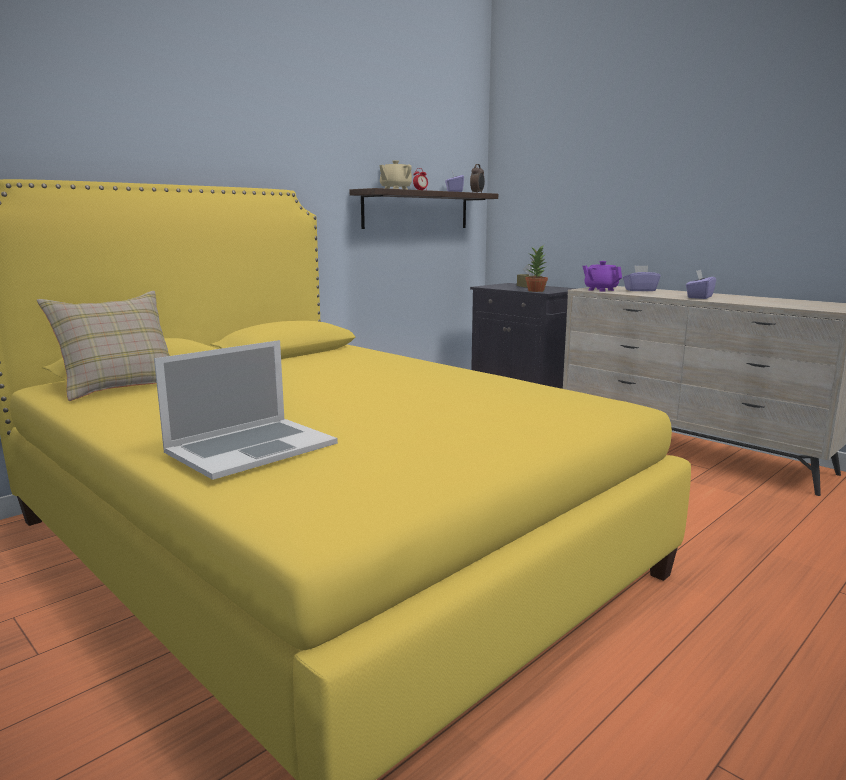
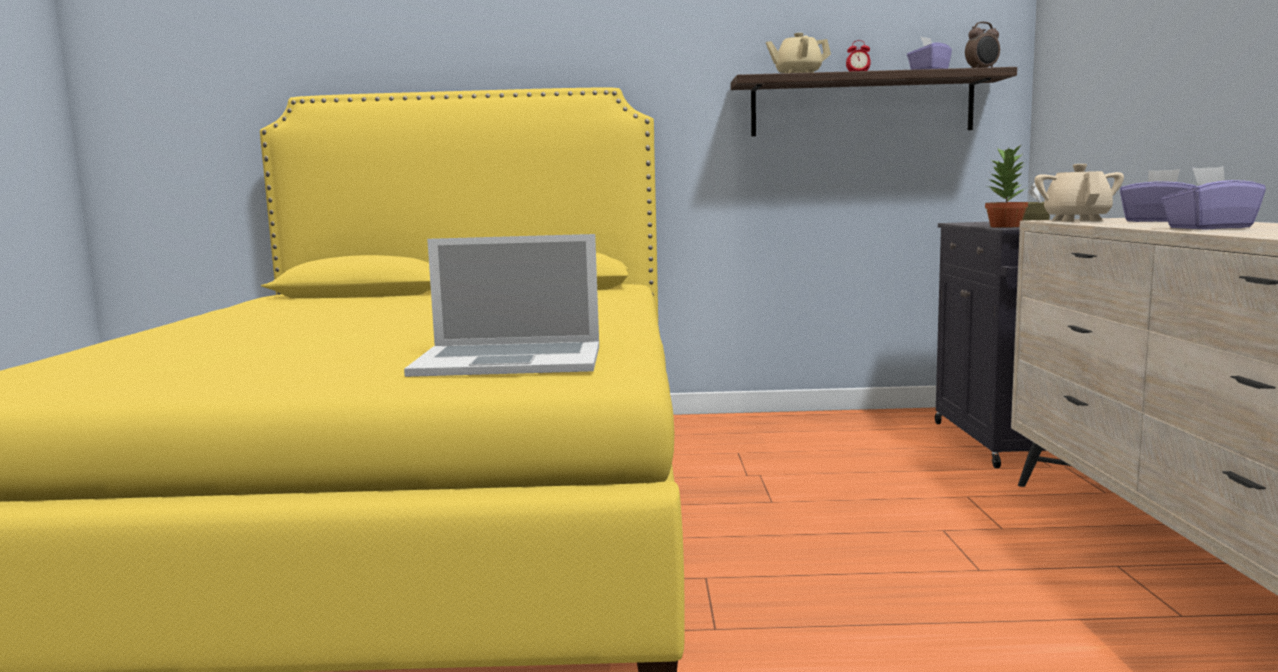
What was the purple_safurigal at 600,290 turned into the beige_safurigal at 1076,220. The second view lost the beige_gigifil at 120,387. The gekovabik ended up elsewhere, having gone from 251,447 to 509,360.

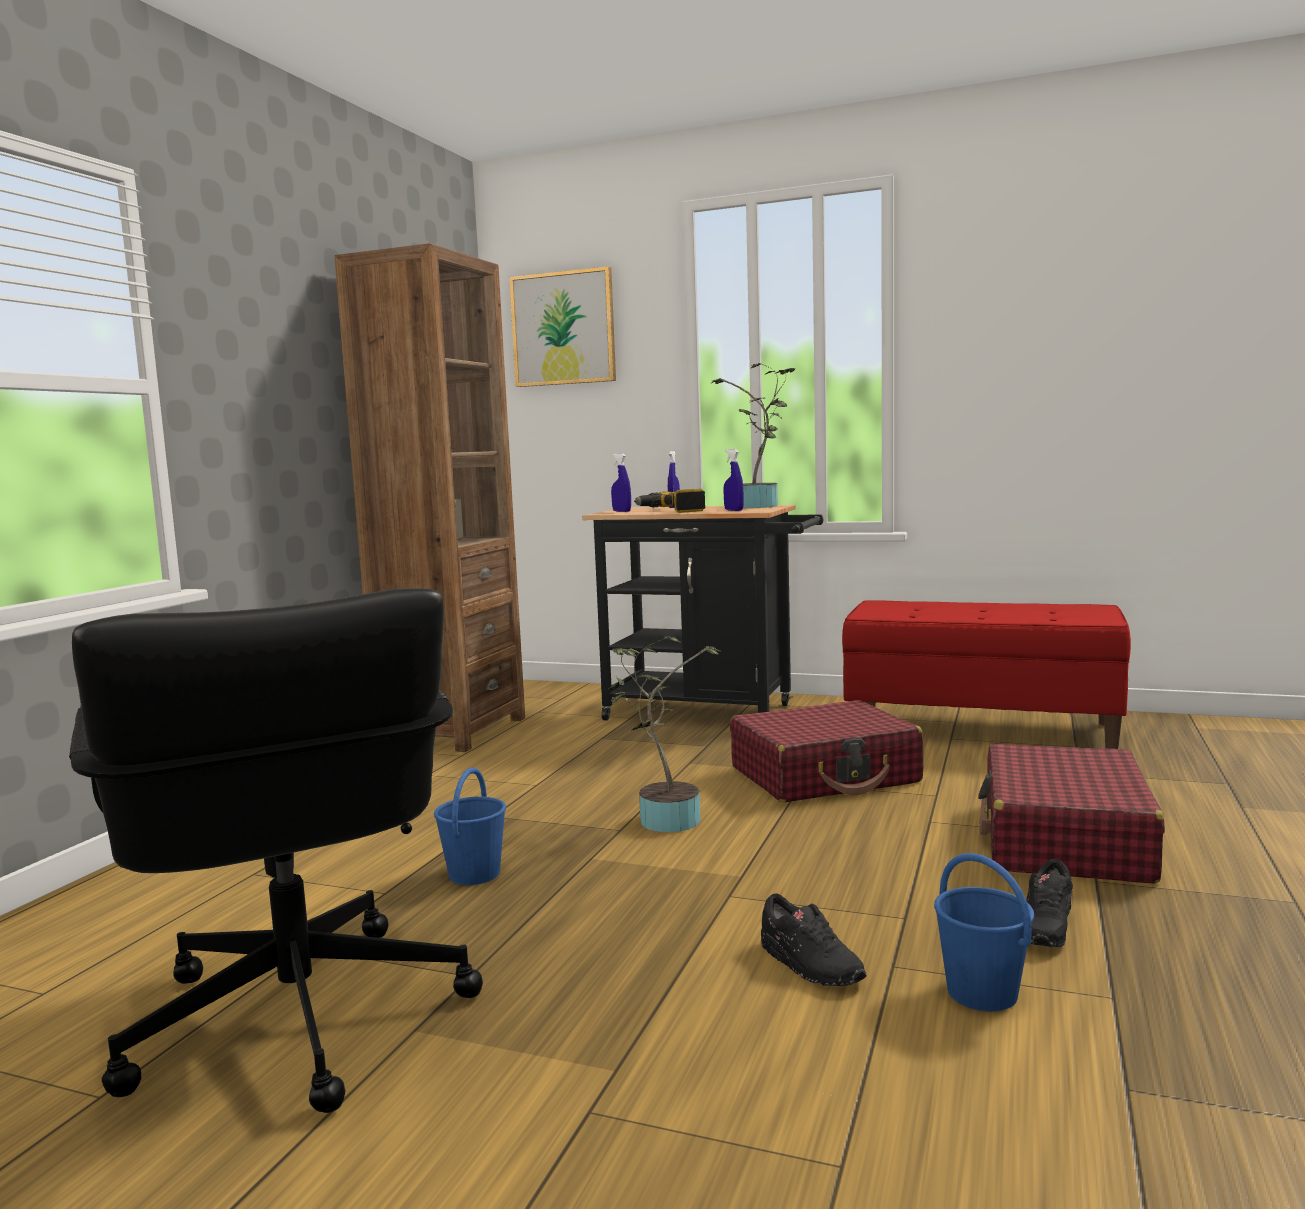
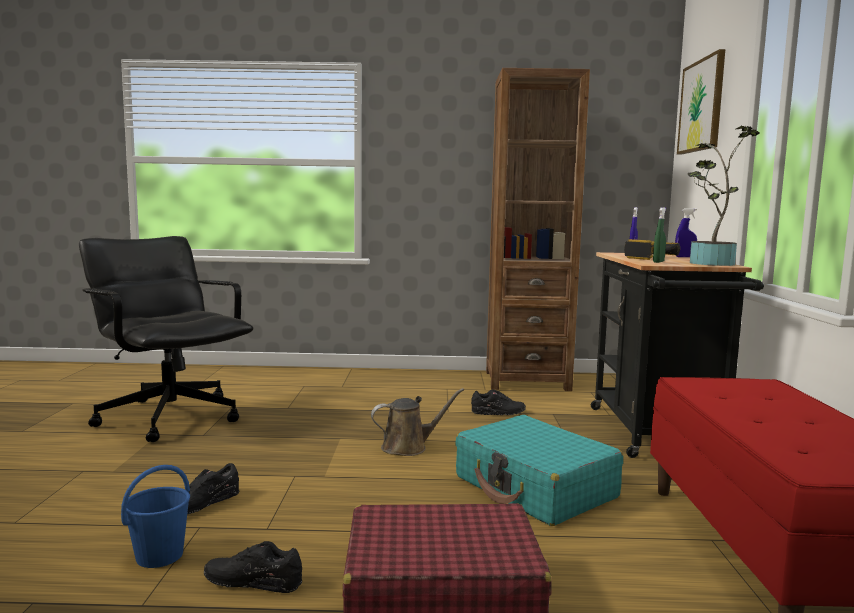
What was the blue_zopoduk at 733,510 turned into the green_zopoduk at 658,262. The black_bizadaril at 297,1021 ended up facing another way, 90 degrees clockwise from before. Where the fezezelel stood at 663,819, the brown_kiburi came to stand at 408,447. What was the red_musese at 825,775 turned into the turquoise_musese at 535,487. The second view lost the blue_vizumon at 475,874. The second view gained the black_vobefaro at 498,413.

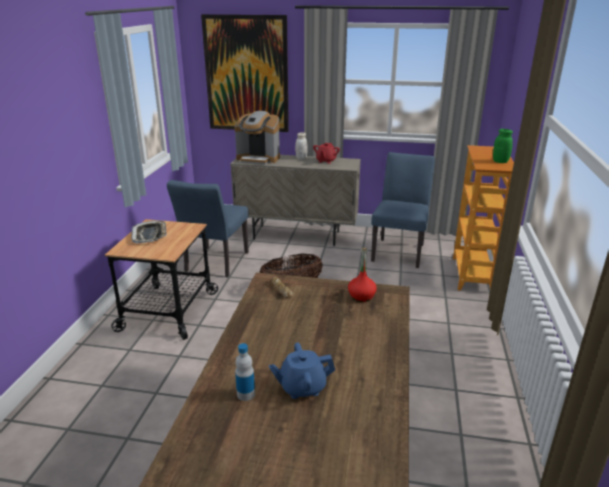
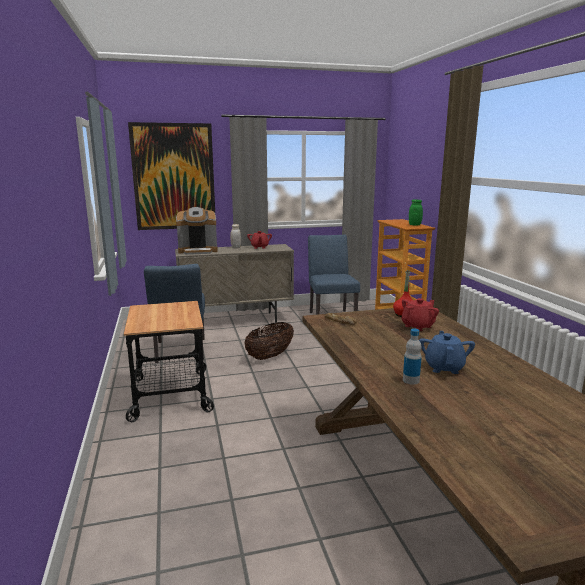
The second view lost the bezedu at 150,235. The blue_safurigal at 302,387 ended up facing another way, 135 degrees clockwise from before. The second view gained the red_safurigal at 418,326.

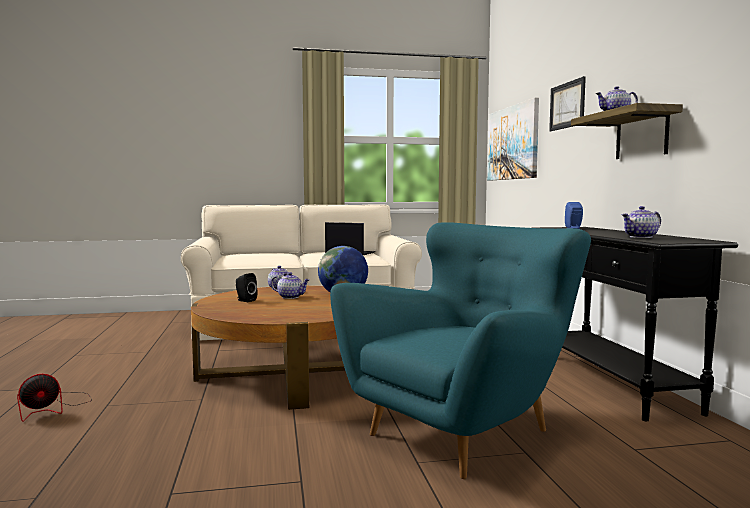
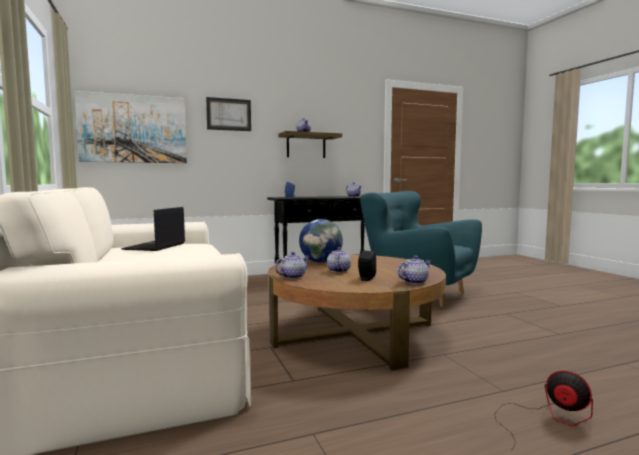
The second view gained the safurigal at 414,282.

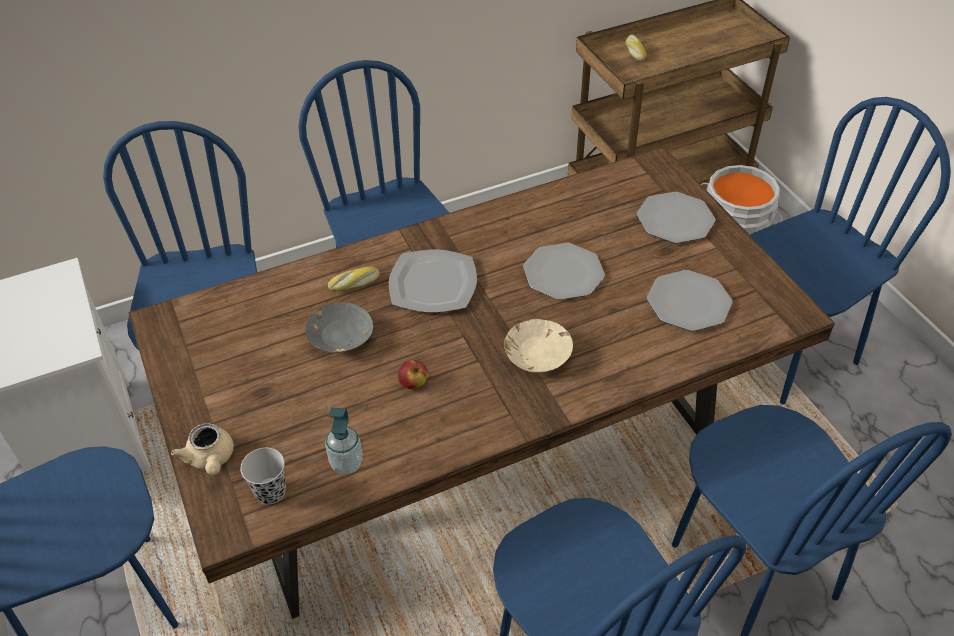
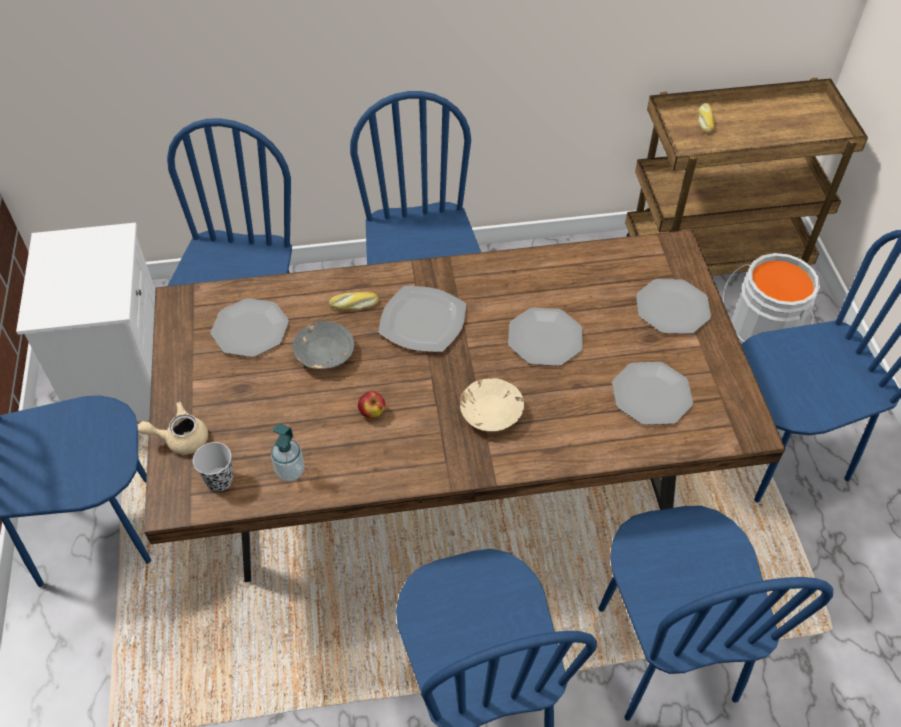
The beige_safurigal at 211,459 ended up facing another way, 90 degrees clockwise from before. The second view gained the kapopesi at 250,329.

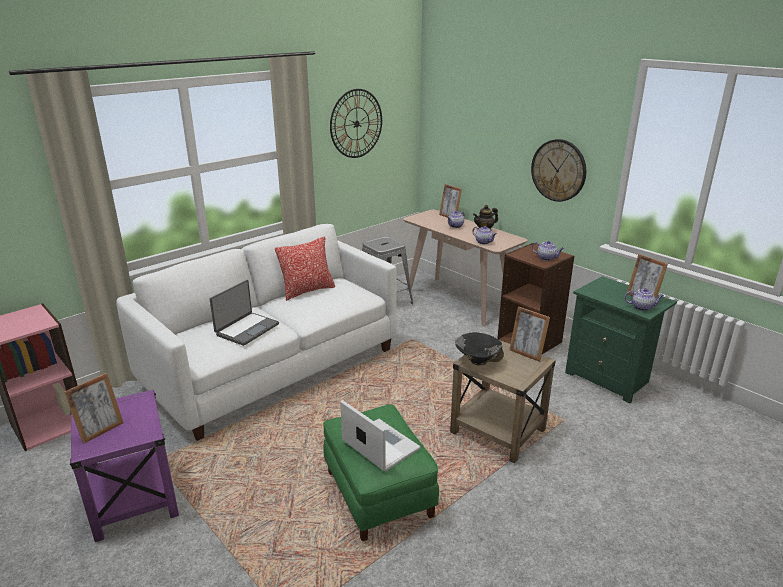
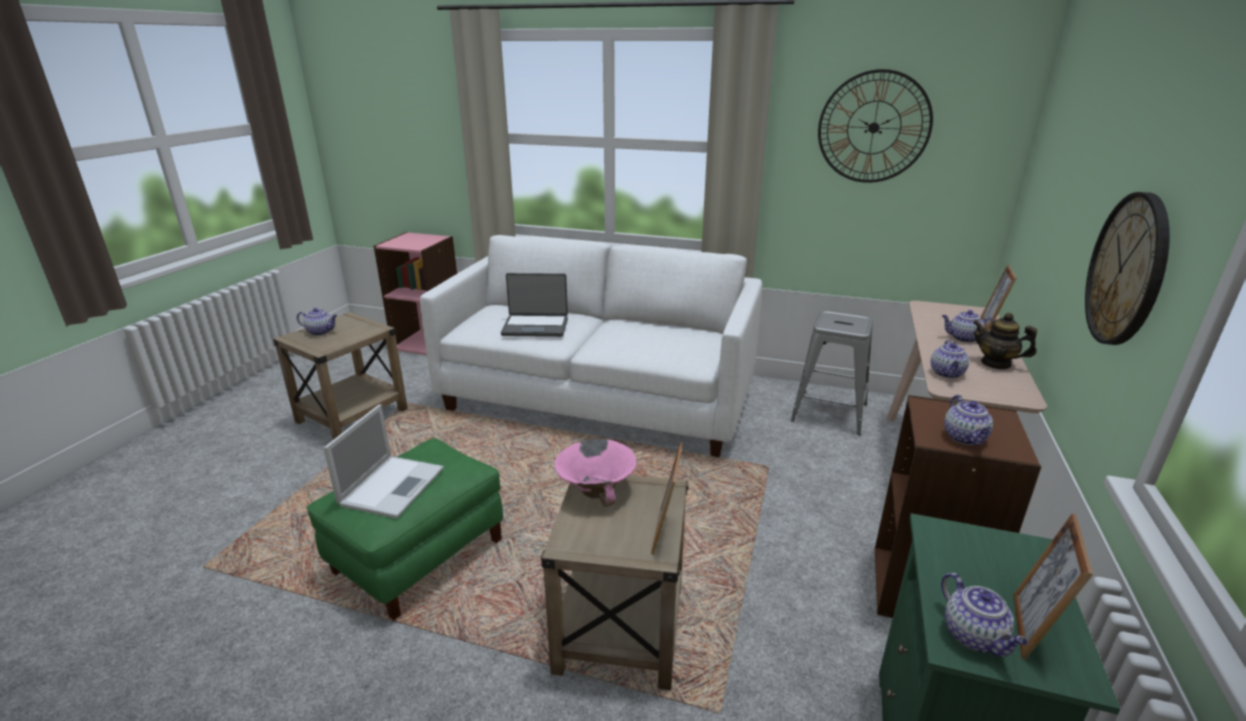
The second view lost the gigifil at 307,291. What was the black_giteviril at 478,361 turned into the pink_giteviril at 597,489. Where the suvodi stood at 101,430, the safurigal came to stand at 321,332. What was the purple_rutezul at 134,499 turned into the beige_rutezul at 353,415.

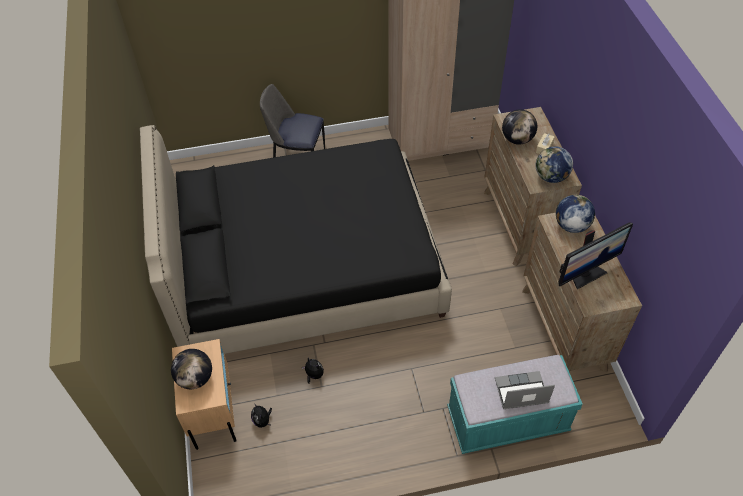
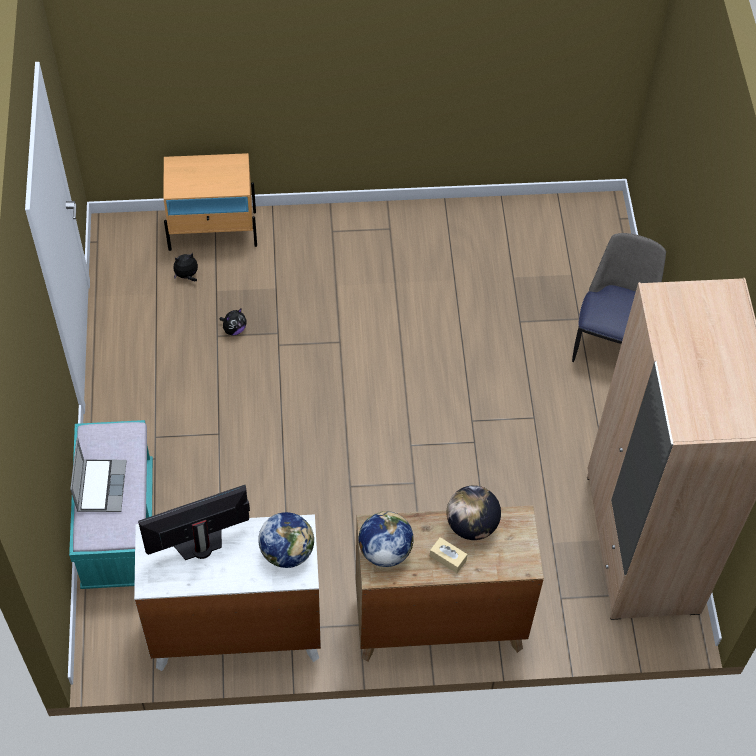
The second view lost the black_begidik at 304,268. What was the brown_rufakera at 563,329 turned into the white_rufakera at 236,631. The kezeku at 585,274 ended up facing another way, 90 degrees clockwise from before. The second view lost the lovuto at 195,378.

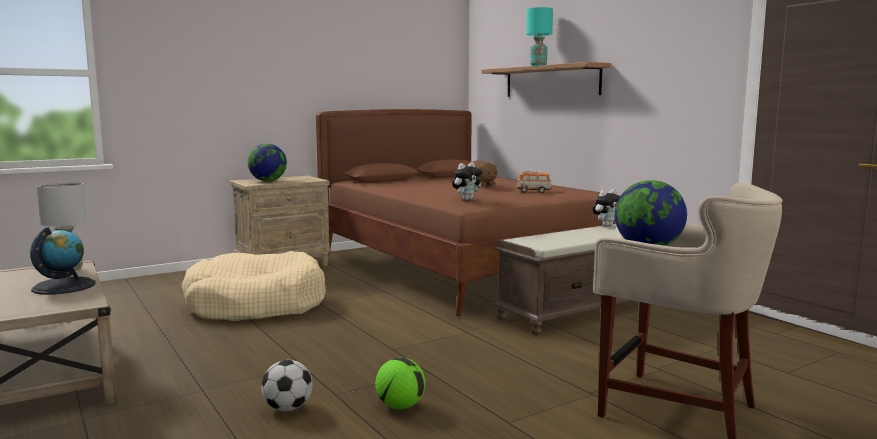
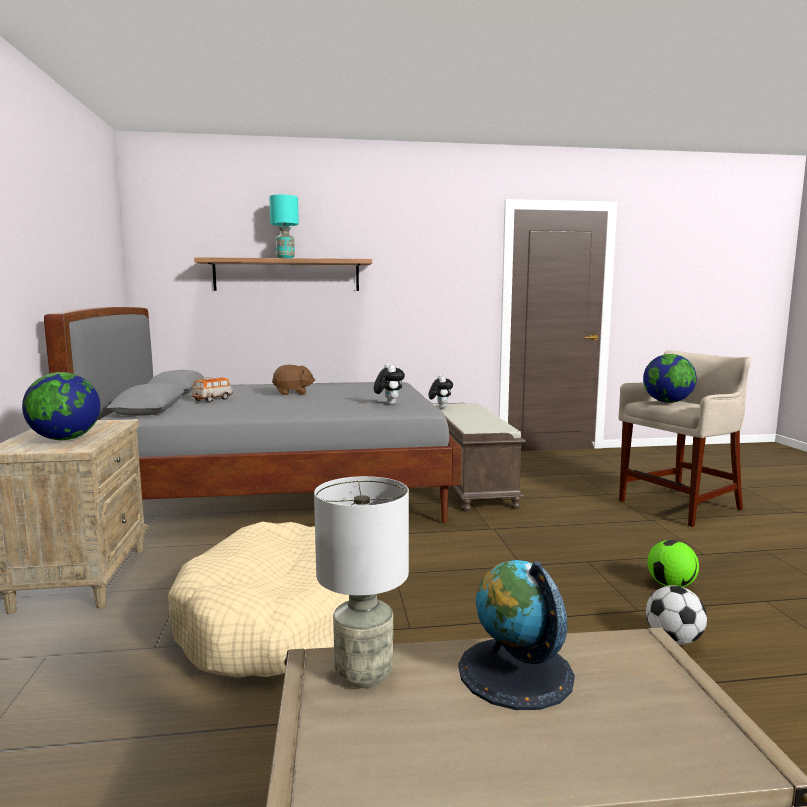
What was the brown_begidik at 464,267 turned into the grey_begidik at 279,491. The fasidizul ended up elsewhere, having gone from 534,191 to 213,399.

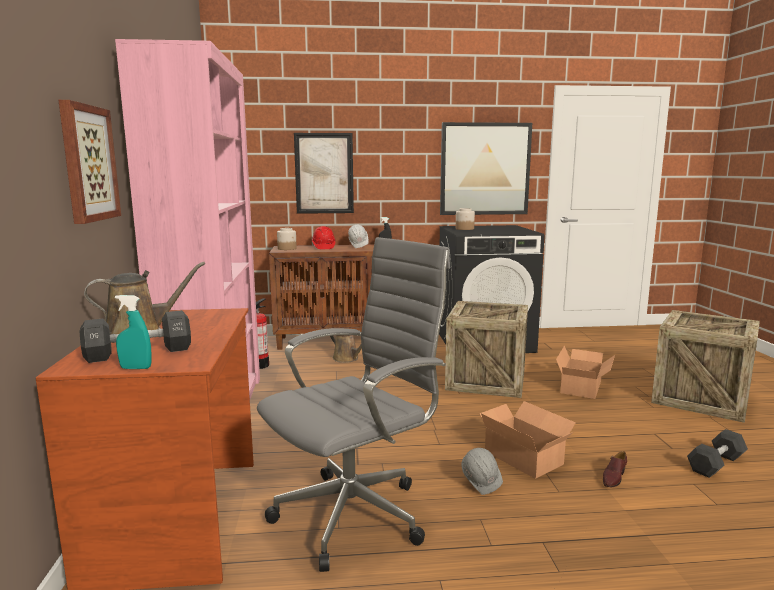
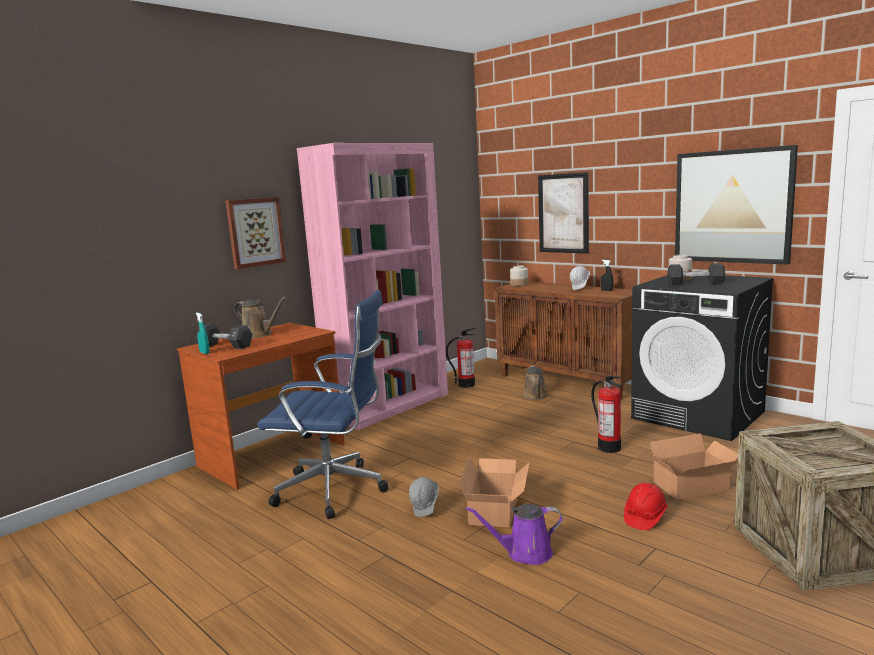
The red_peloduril ended up elsewhere, having gone from 323,247 to 645,517. What was the grey_bizadaril at 357,513 turned into the blue_bizadaril at 336,490. Where the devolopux stood at 486,380, the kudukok came to stand at 609,448. The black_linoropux ended up elsewhere, having gone from 716,464 to 695,283. Where the brown_vobefaro stood at 613,477, the purple_kiburi came to stand at 525,553.

